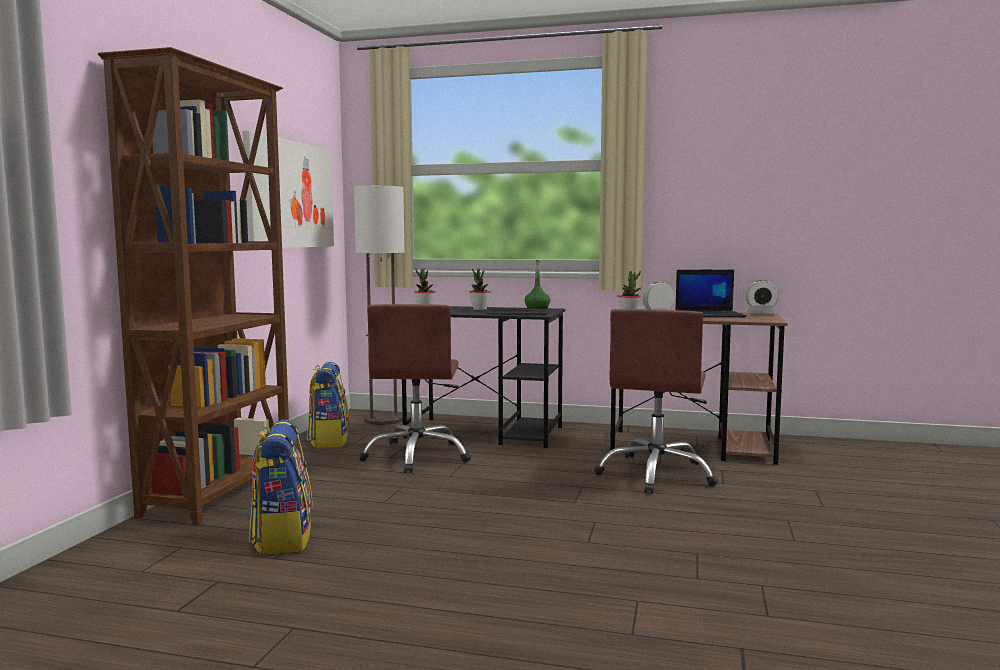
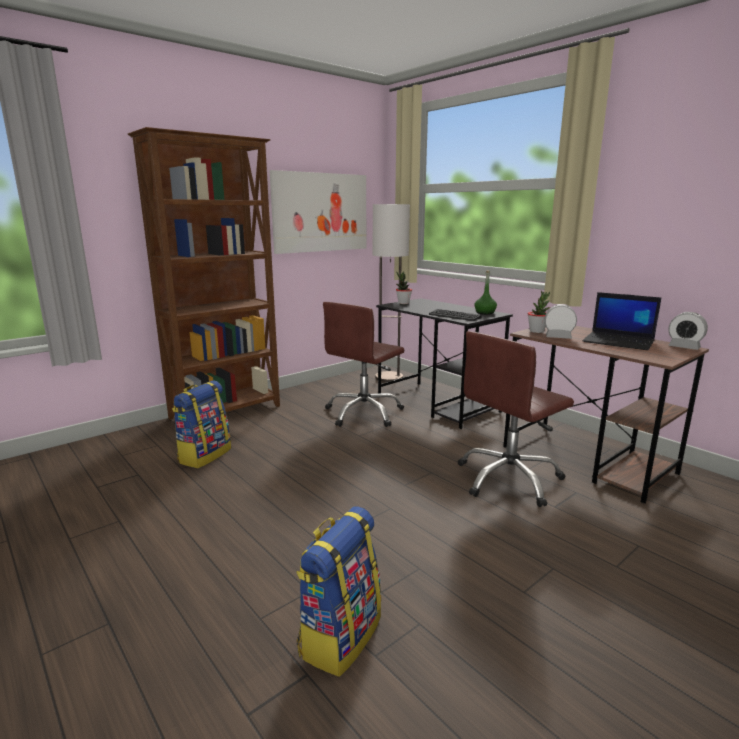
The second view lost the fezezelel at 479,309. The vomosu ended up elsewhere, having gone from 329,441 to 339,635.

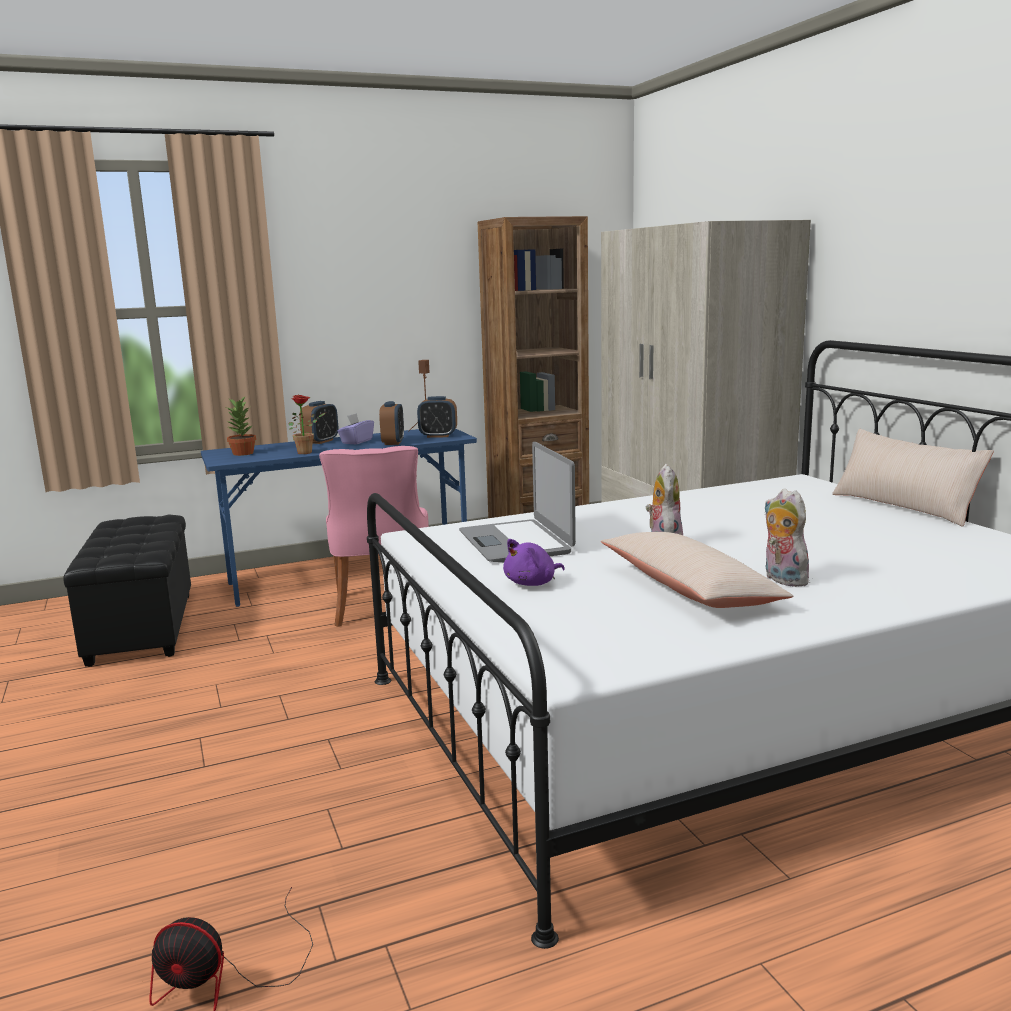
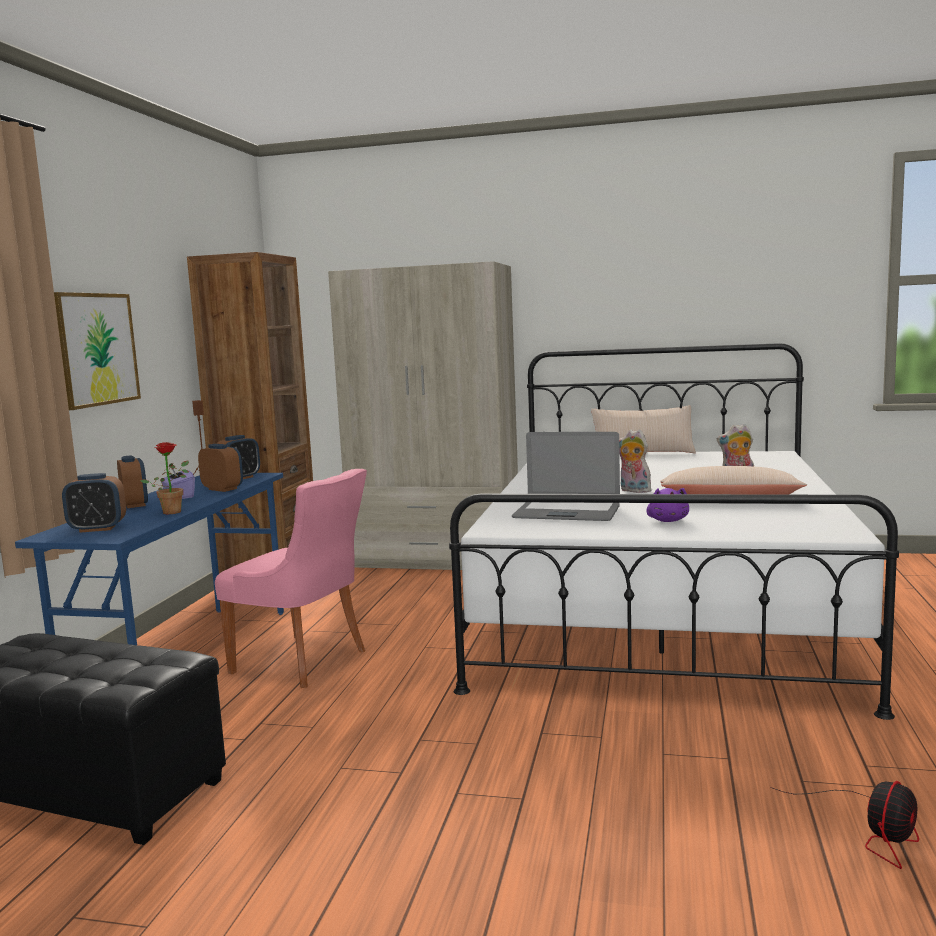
Where the fezezelel stood at 243,453, the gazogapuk came to stand at 97,529. The second view gained the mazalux at 95,349.

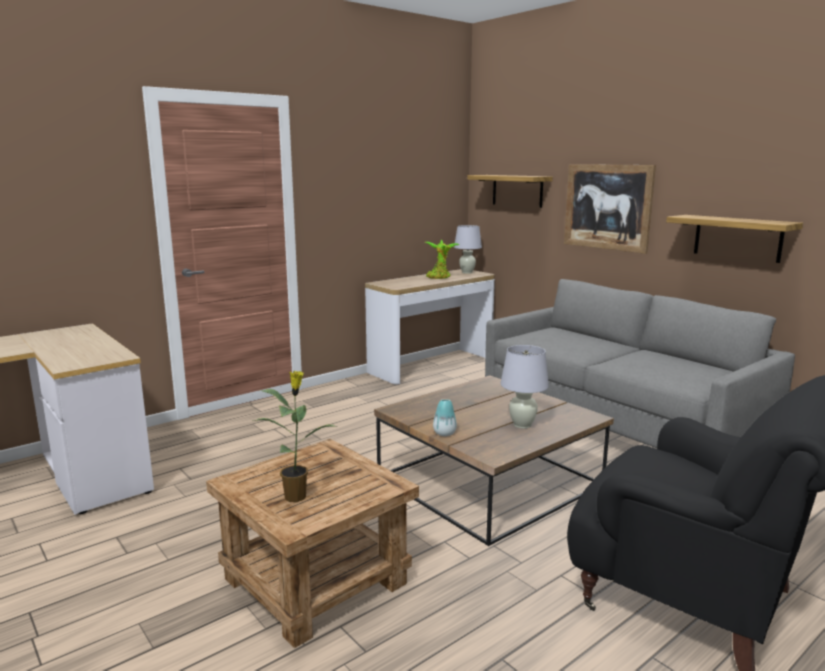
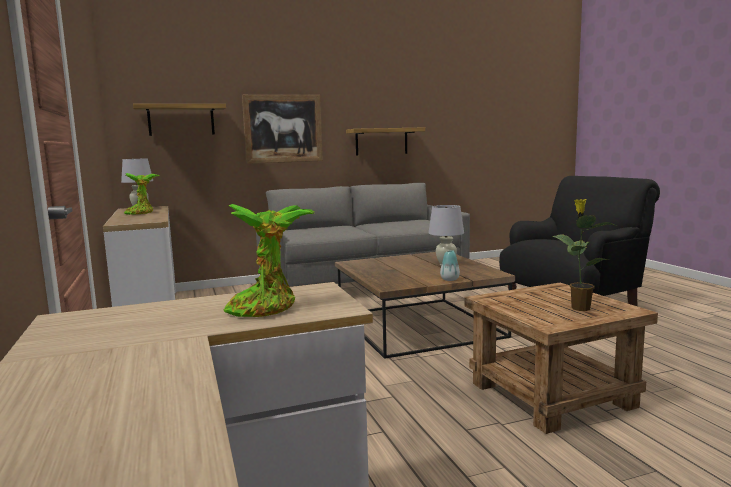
The second view gained the fezezelel at 267,307.

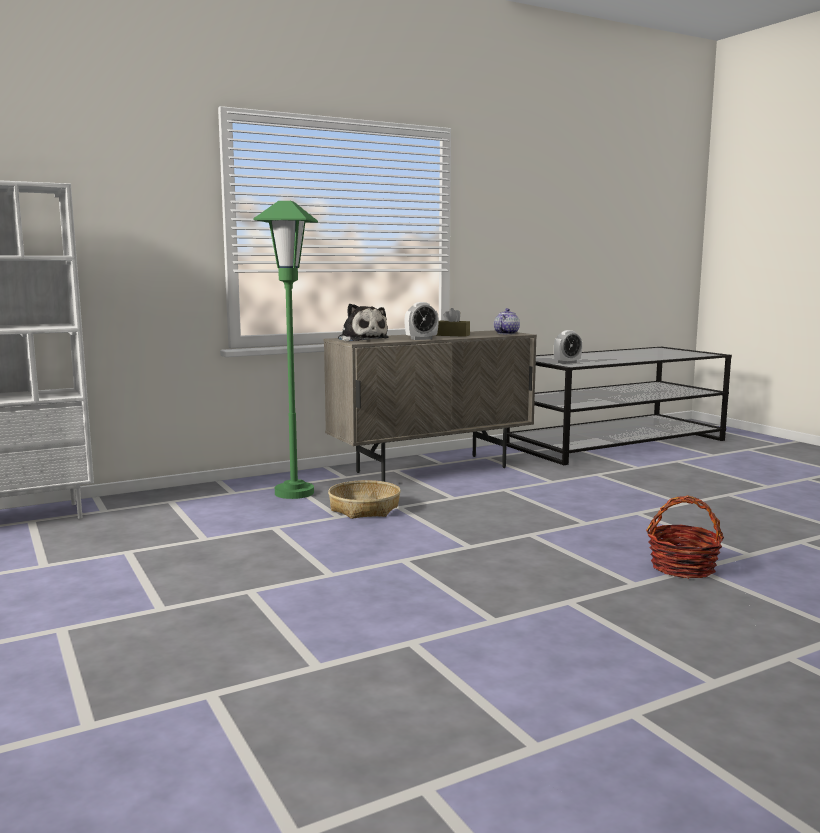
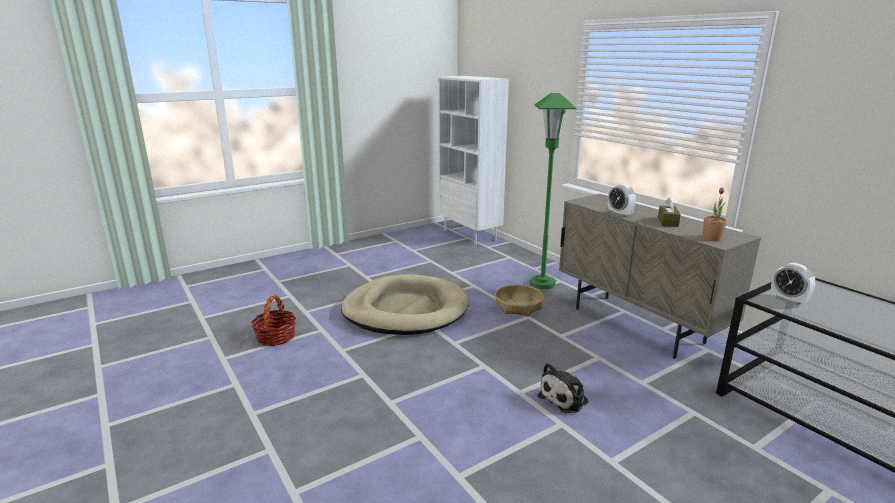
The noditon ended up elsewhere, having gone from 361,339 to 565,398. Where the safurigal stood at 506,333, the fezezelel came to stand at 711,238. The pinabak ended up elsewhere, having gone from 683,567 to 276,337. The second view gained the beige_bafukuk at 405,310.

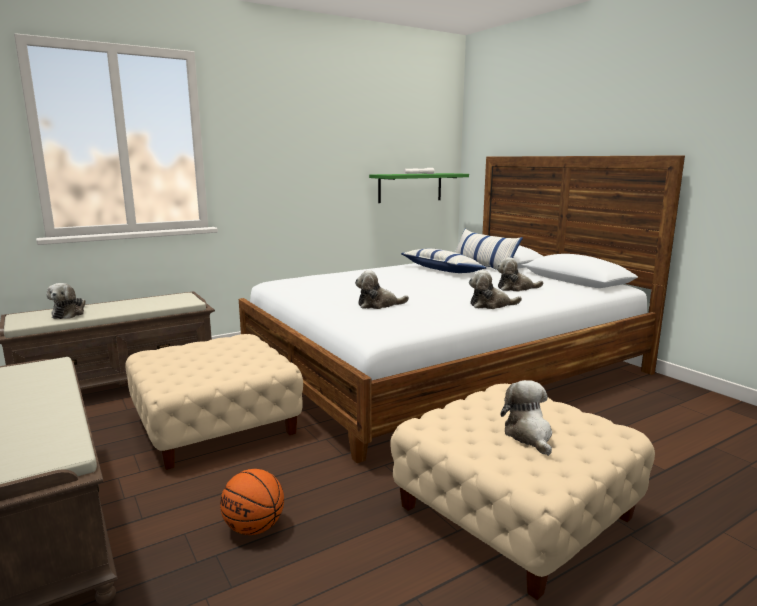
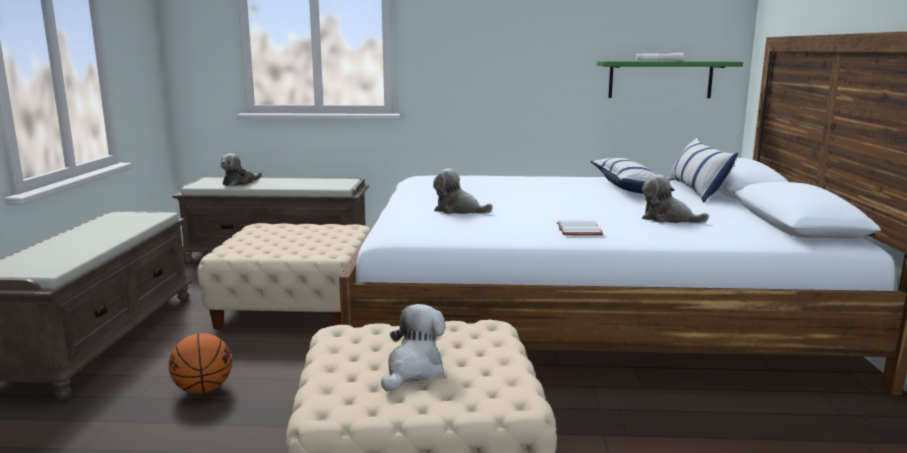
Where the noditon stood at 490,305, the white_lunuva came to stand at 580,230.

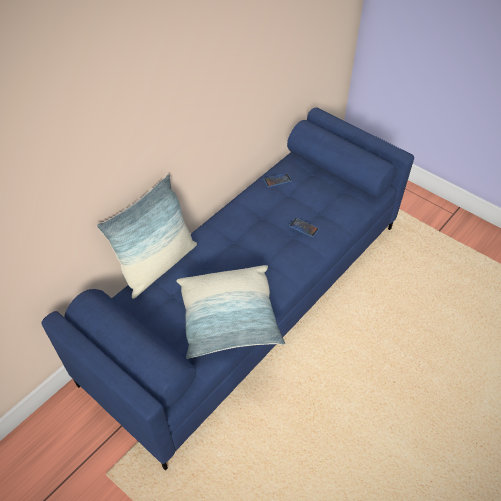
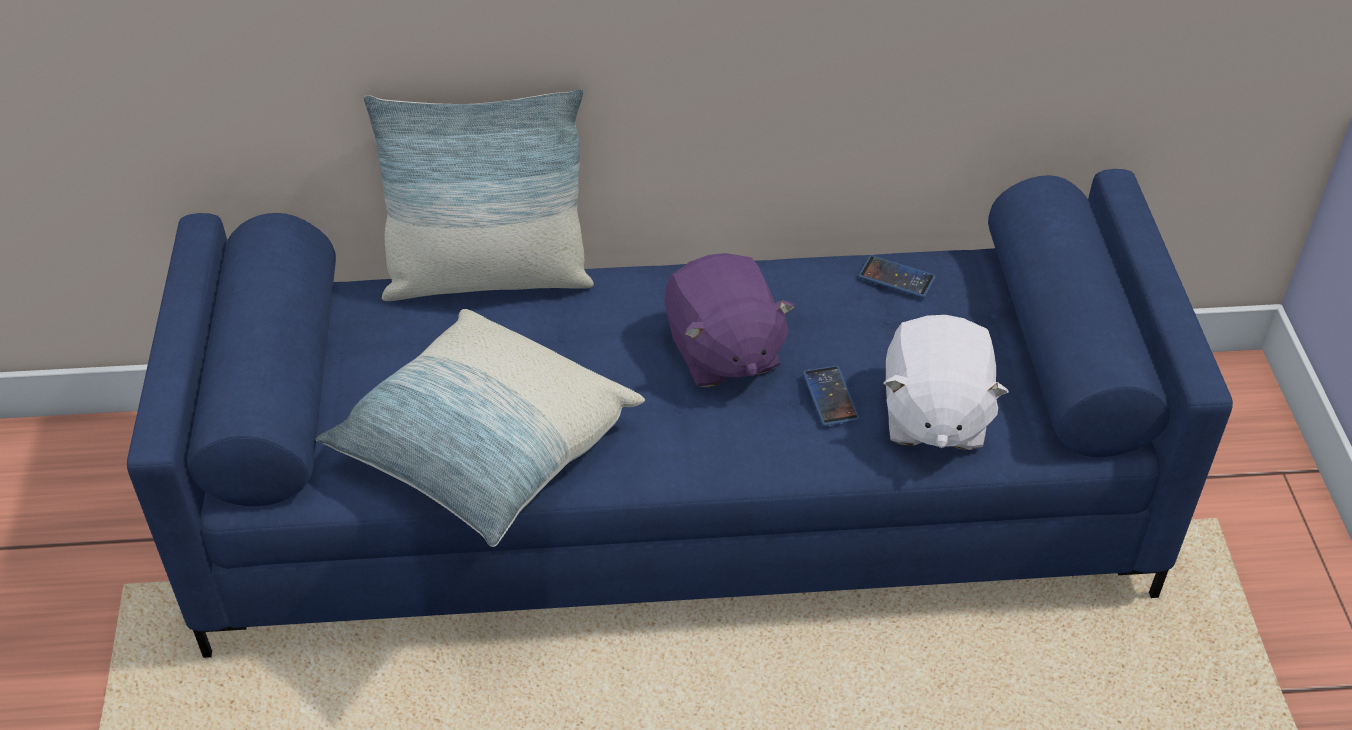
The second view gained the purple_noditon at 722,352. The second view gained the white_noditon at 933,416.

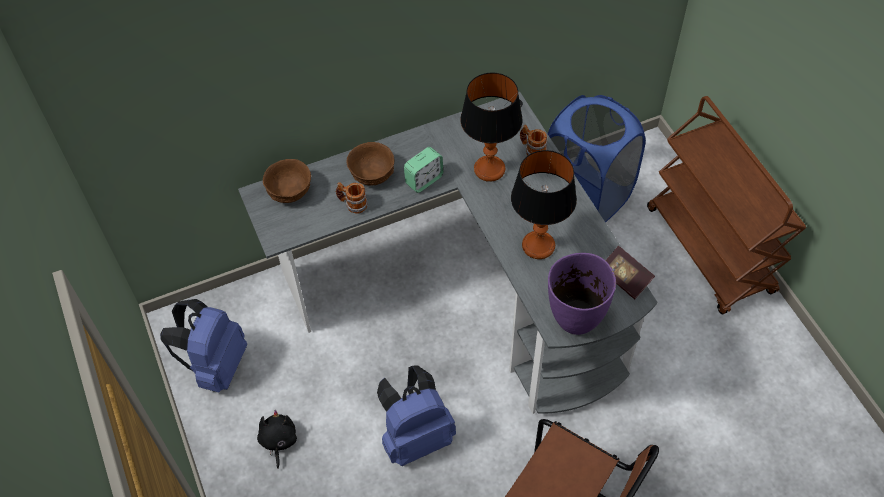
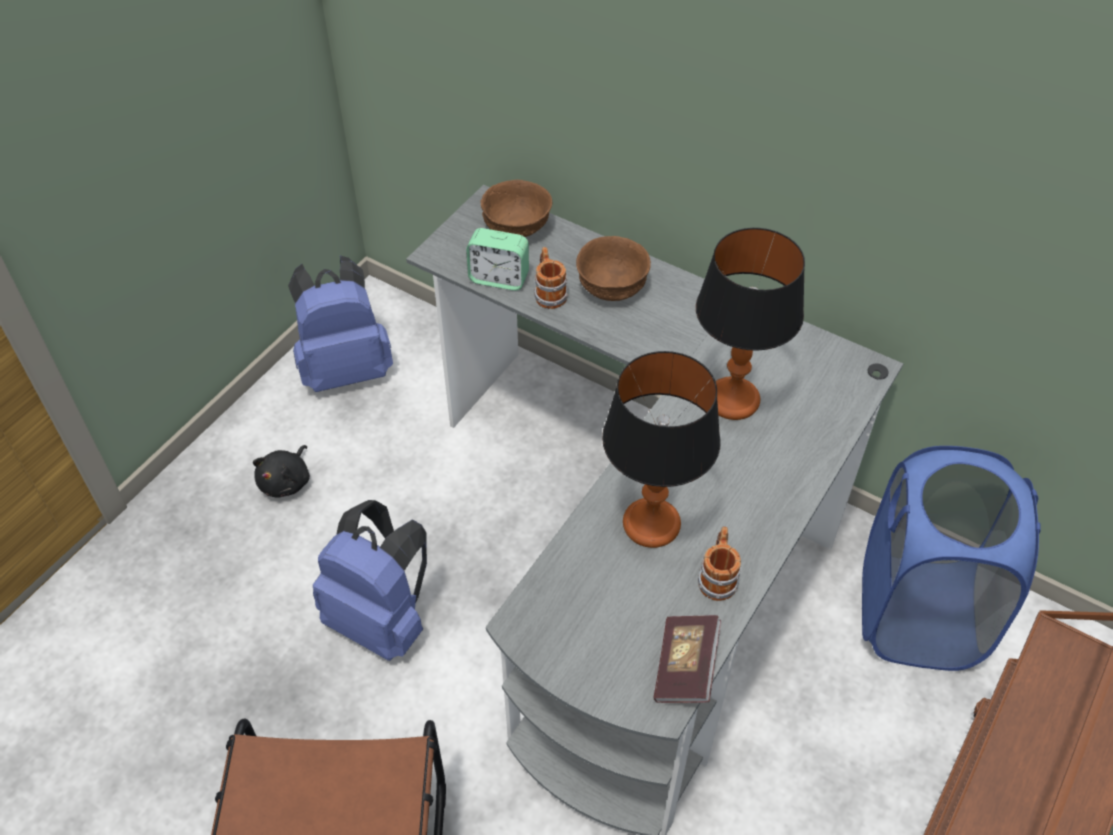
The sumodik ended up elsewhere, having gone from 532,149 to 717,576. The gazogapuk ended up elsewhere, having gone from 424,180 to 499,278. The second view lost the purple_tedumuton at 575,319. The black_noditon at 278,441 ended up facing another way, 150 degrees clockwise from before.

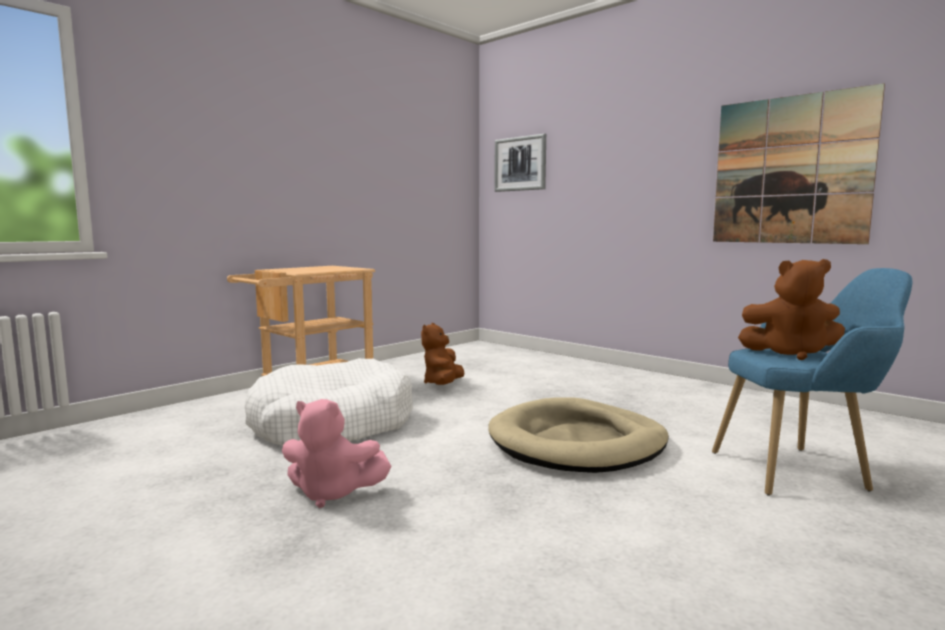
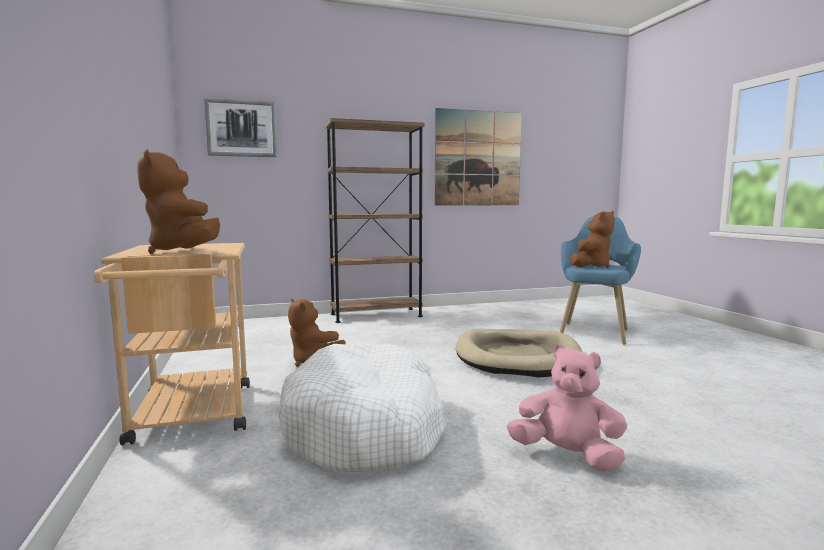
The pink_noditon at 332,493 ended up facing another way, 105 degrees counterclockwise from before. The second view gained the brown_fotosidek at 376,315. The second view gained the brown_noditon at 183,252.

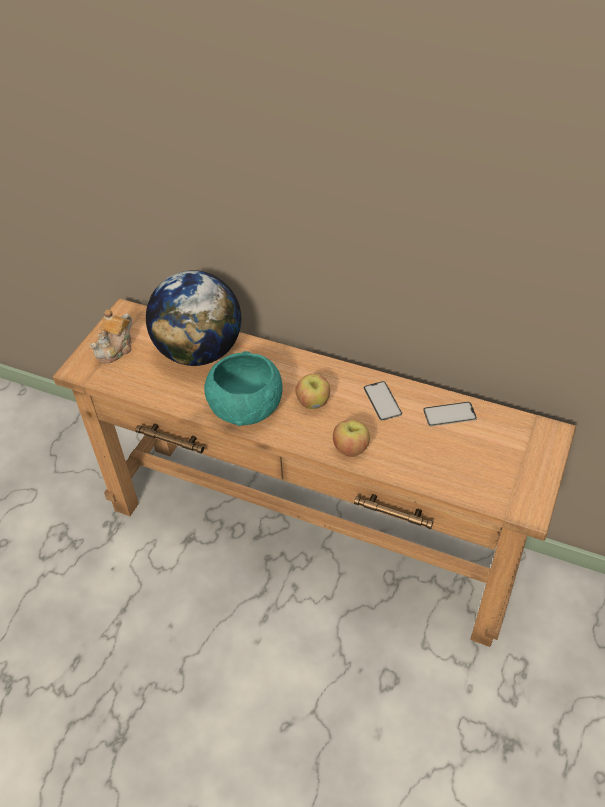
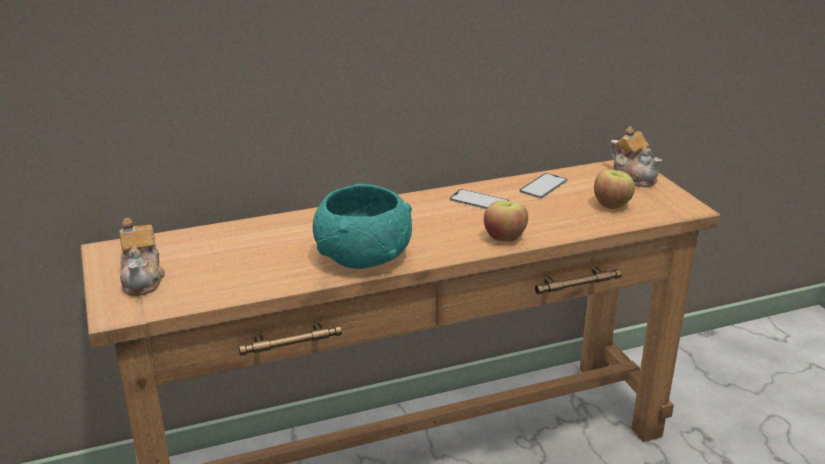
The second view lost the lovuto at 199,352. The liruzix ended up elsewhere, having gone from 313,402 to 612,205. The second view gained the safurigal at 634,176.

